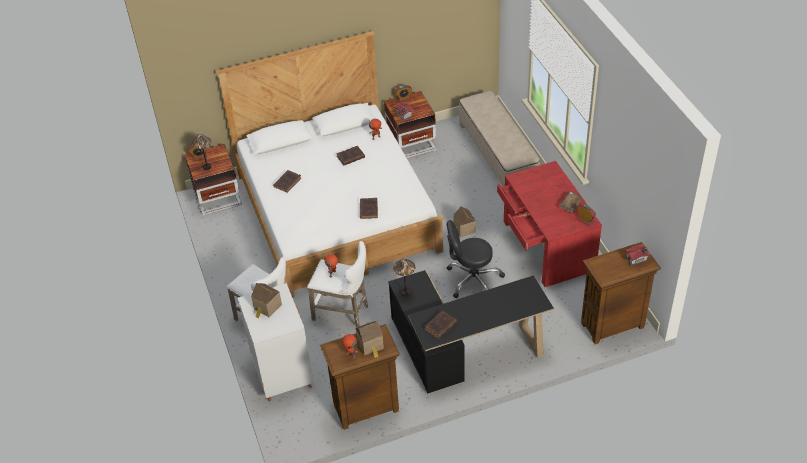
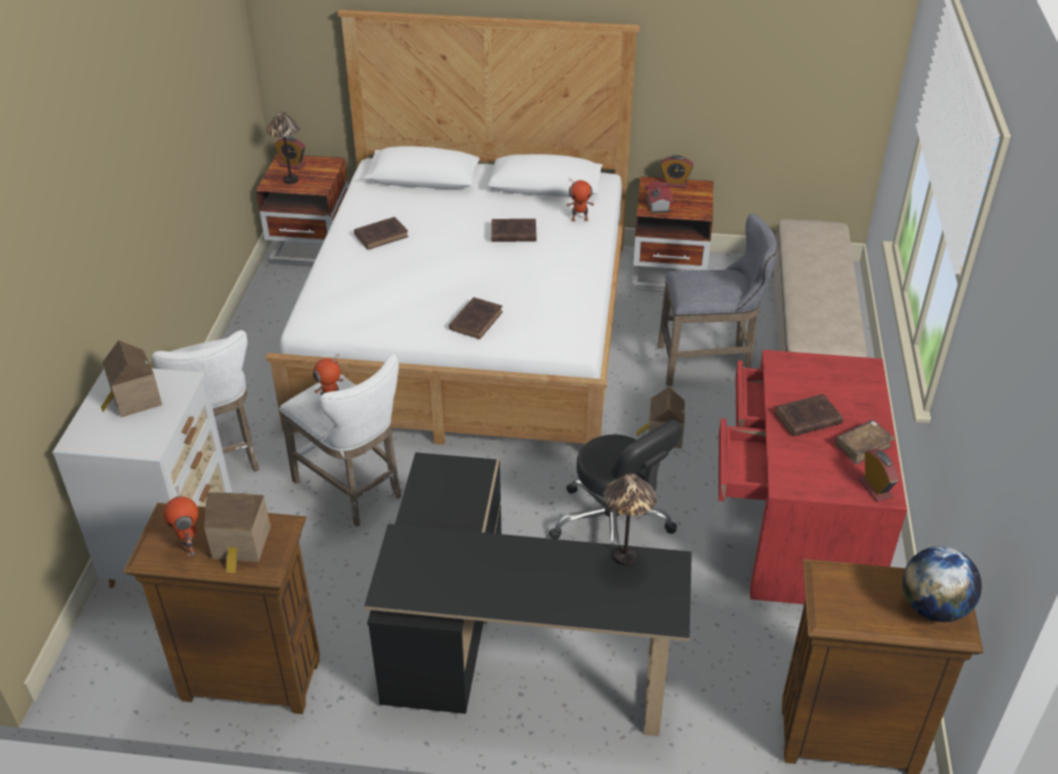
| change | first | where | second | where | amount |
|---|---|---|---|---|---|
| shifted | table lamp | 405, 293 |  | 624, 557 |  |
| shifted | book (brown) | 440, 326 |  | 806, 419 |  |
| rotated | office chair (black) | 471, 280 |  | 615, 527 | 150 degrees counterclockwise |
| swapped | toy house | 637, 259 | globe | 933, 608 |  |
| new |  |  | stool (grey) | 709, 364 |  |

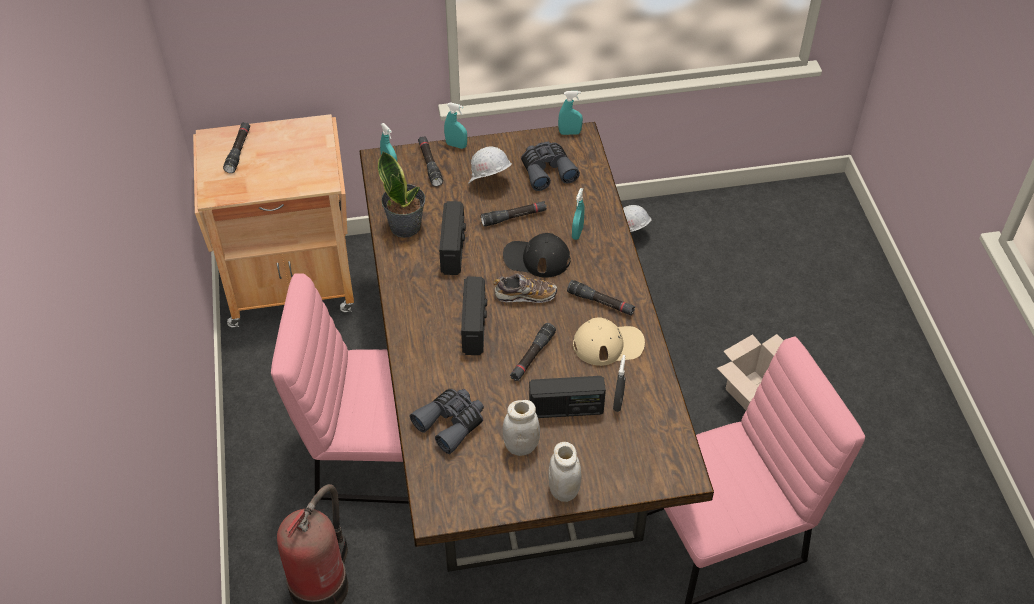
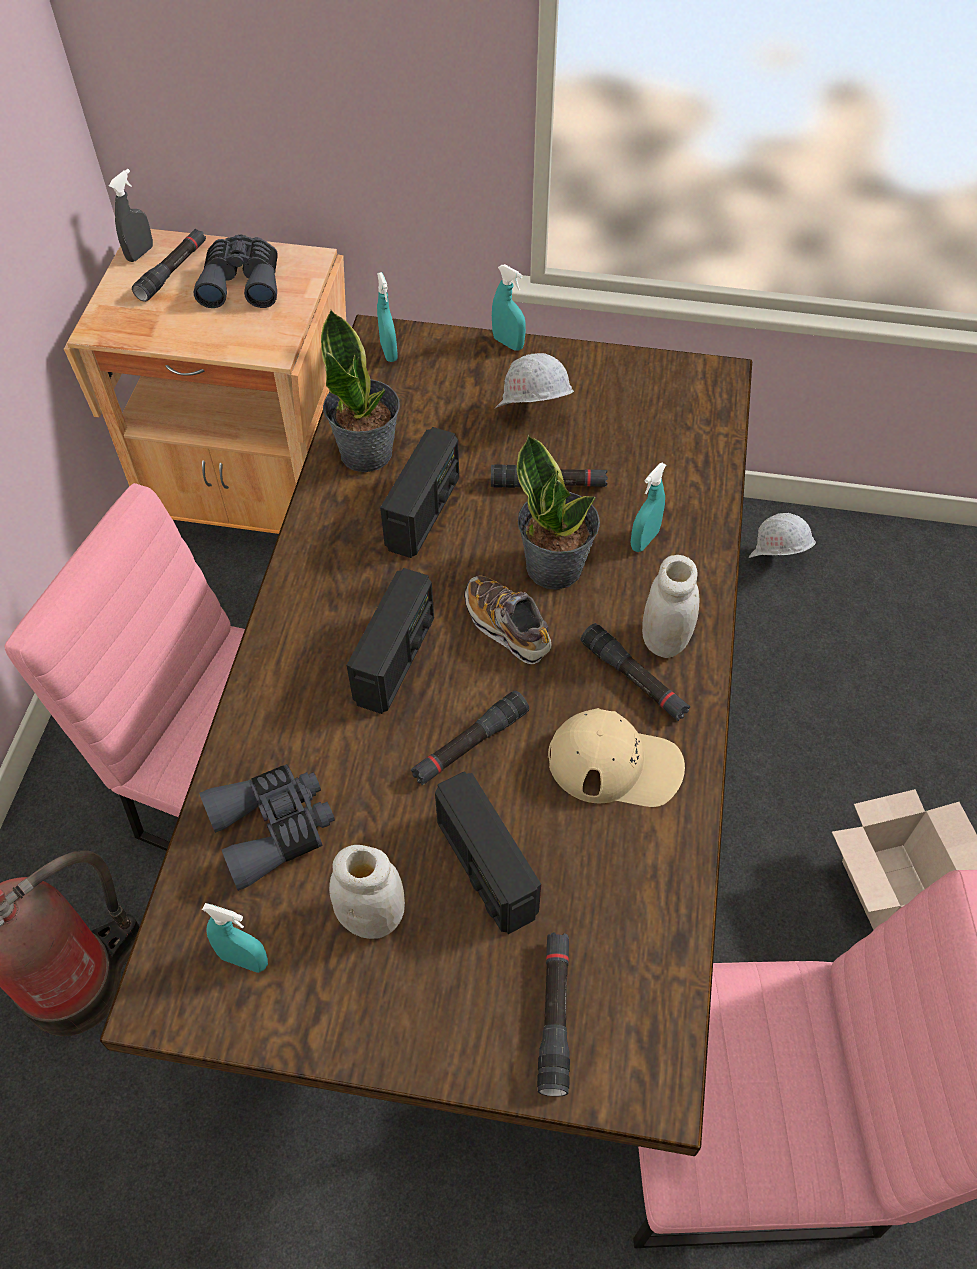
| change | first | where | second | where | amount |
|---|---|---|---|---|---|
| shifted | flashlight (black) | 430, 164 |  | 555, 1016 |  |
| rotated | shoe | 525, 295 |  | 507, 627 | 150 degrees counterclockwise |
| swapped | cap (black) | 536, 258 | potted plant | 555, 566 |  |
| shifted | binoculars (grey) | 547, 170 |  | 242, 282 |  |
| rotated | radio | 566, 409 |  | 485, 868 | 45 degrees clockwise |
| shifted | jar (white) | 563, 490 |  | 664, 640 |  |
| shifted | spray bottle (turquoise) | 569, 133 |  | 244, 960 |  |
| shifted | spray bottle (grey) | 618, 402 |  | 140, 253 |  |

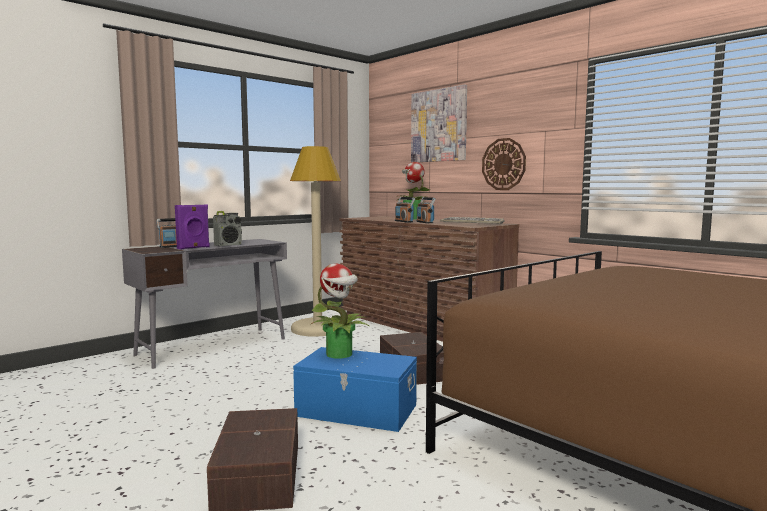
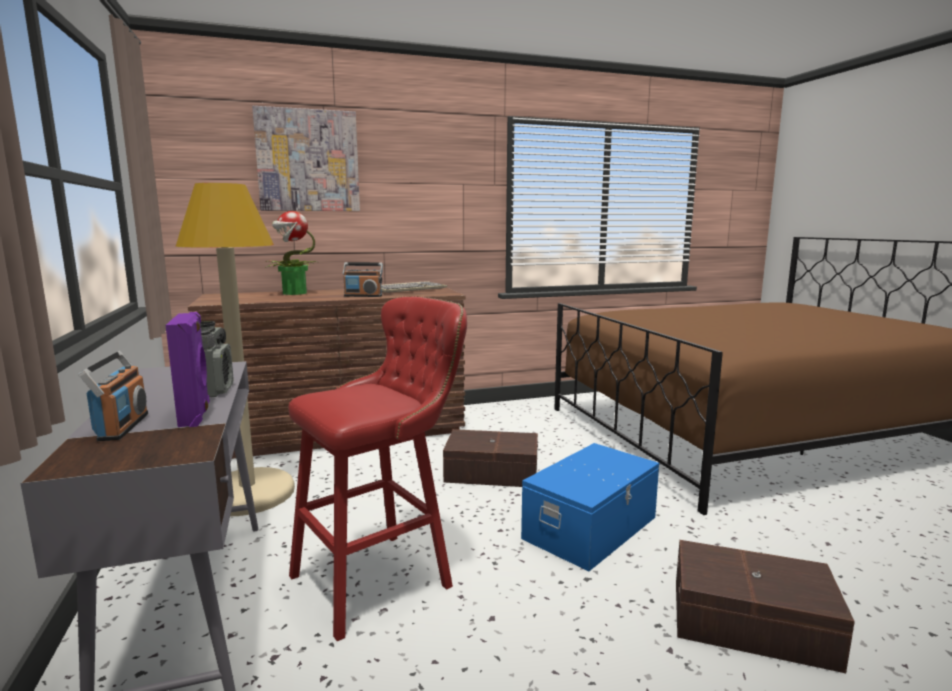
| change | first | where | second | where | amount |
|---|---|---|---|---|---|
| gone | potted plant | 340, 354 |  |  |  |
| gone | radio | 404, 221 |  |  |  |
| gone | wall clock | 503, 164 |  |  |  |
| new |  |  | stool (red) | 387, 574 |  |

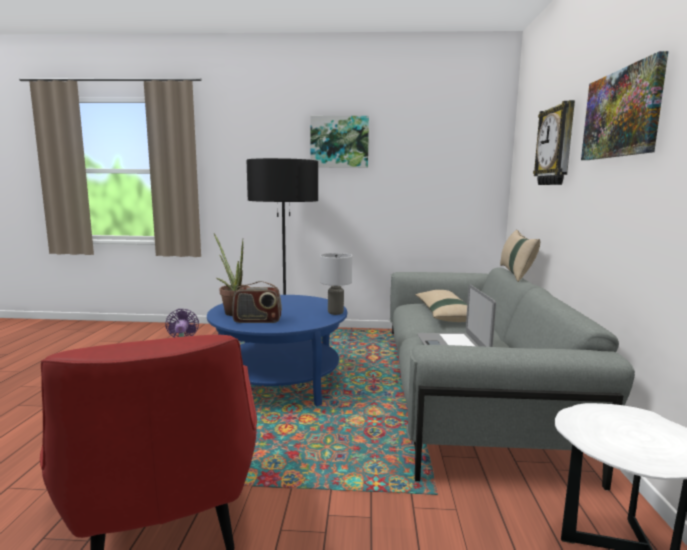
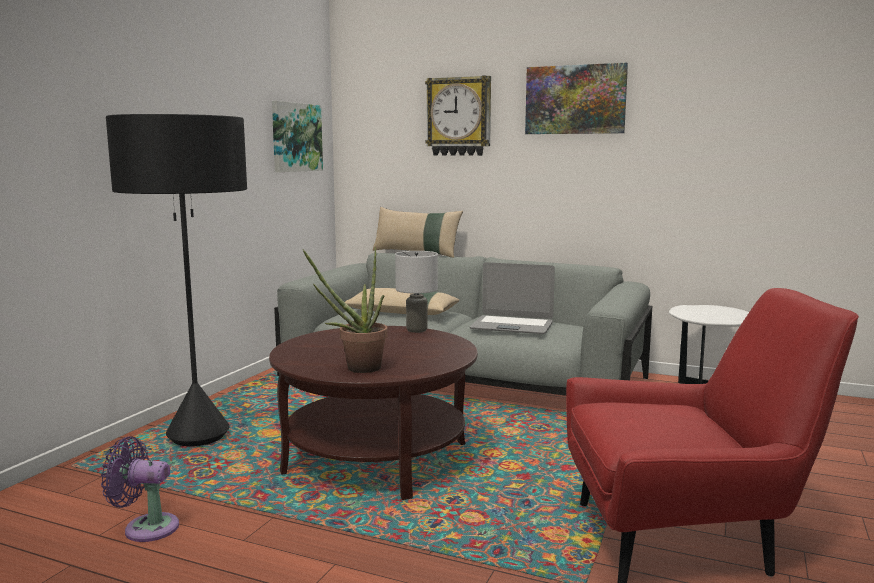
| change | first | where | second | where | amount |
|---|---|---|---|---|---|
| repainted | coffee table (blue) | 279, 383 | coffee table (brown) | 377, 458 |  |
| gone | radio | 257, 321 |  |  |  |
| shifted | picture | 339, 142 |  | 295, 137 |  |

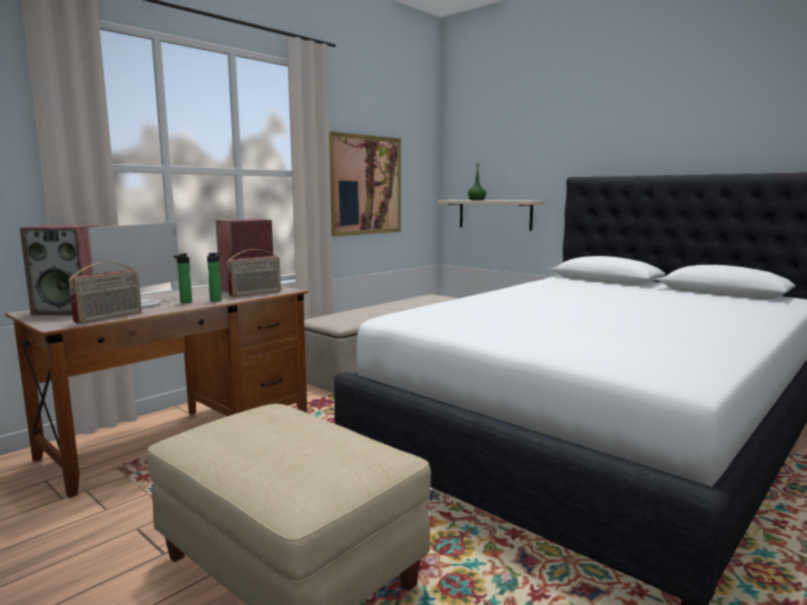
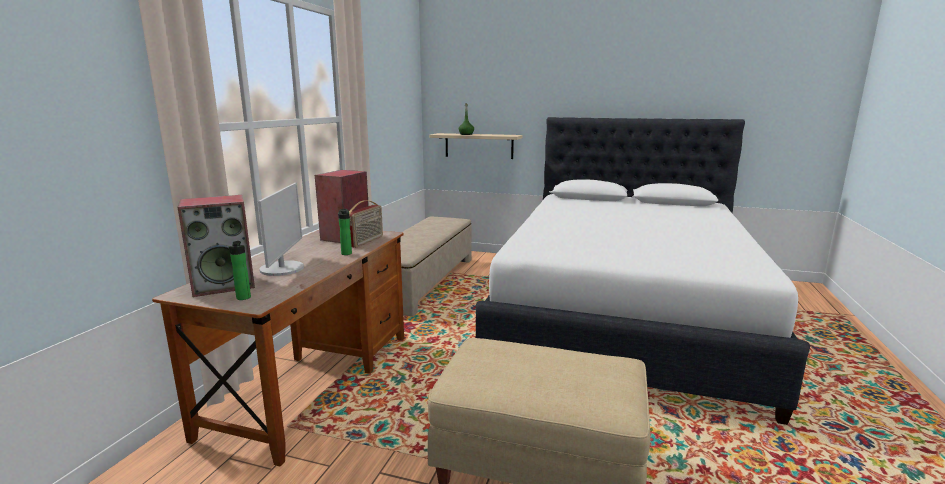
| change | first | where | second | where | amount |
|---|---|---|---|---|---|
| gone | radio | 109, 317 |  |  |  |
| shifted | bottle | 185, 302 |  | 243, 298 |  |
| gone | picture | 364, 185 |  |  |  |

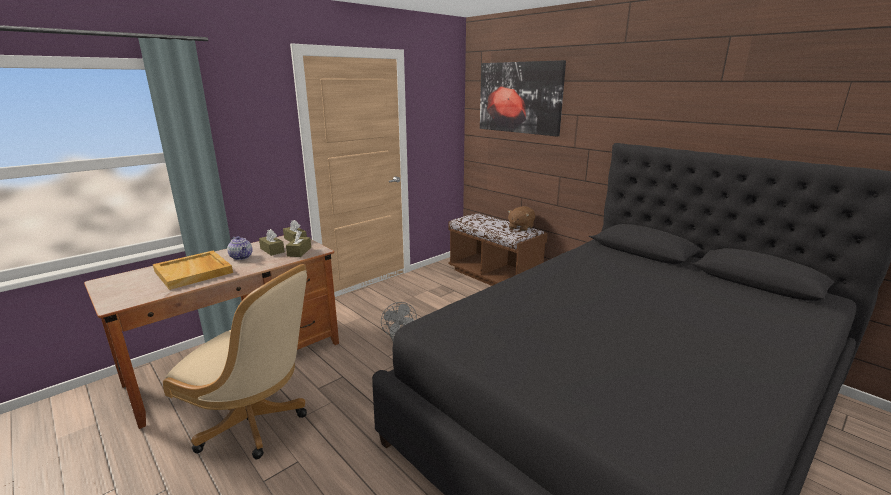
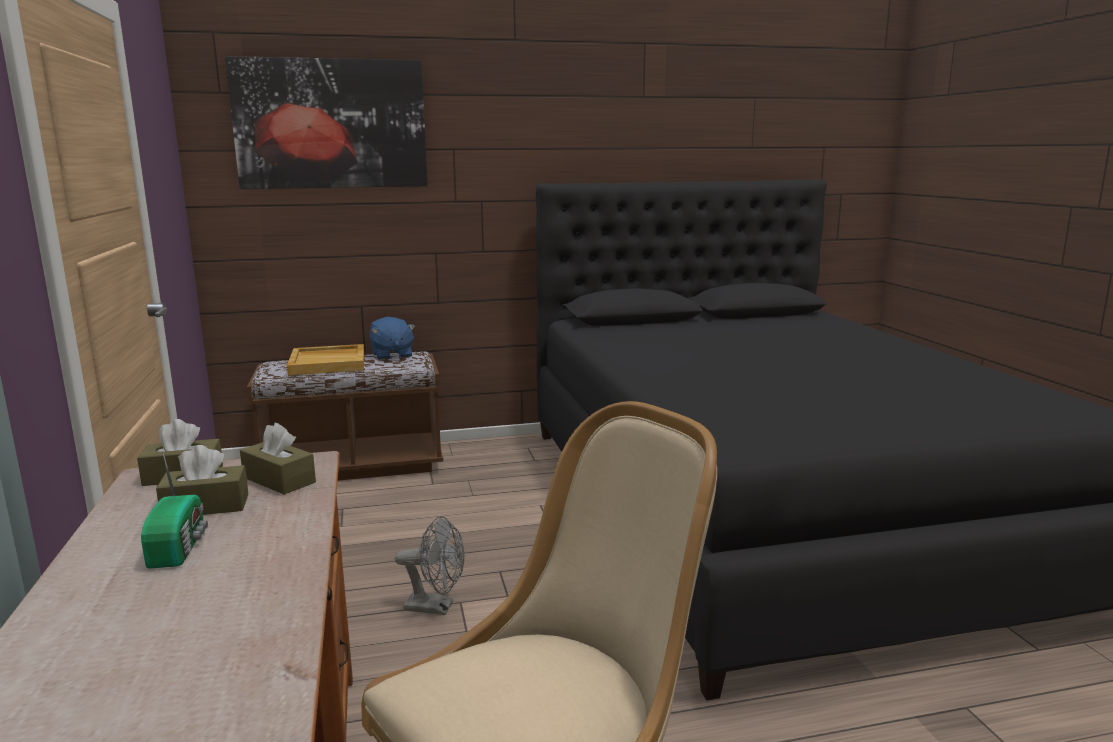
| change | first | where | second | where | amount |
|---|---|---|---|---|---|
| shifted | tray (beige) | 194, 272 |  | 328, 363 |  |
| swapped | teapot | 241, 257 | radio | 180, 546 |  |
| repainted | plush toy (brown) | 520, 227 | plush toy (blue) | 391, 355 |  |

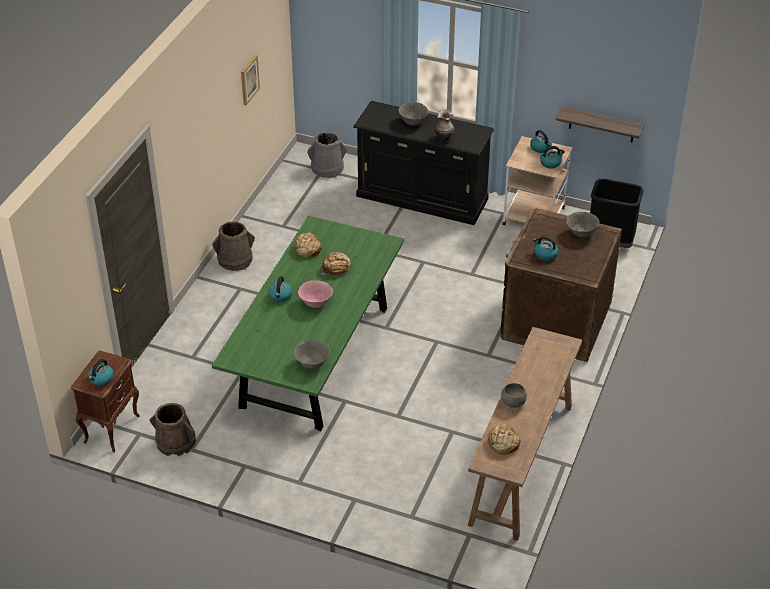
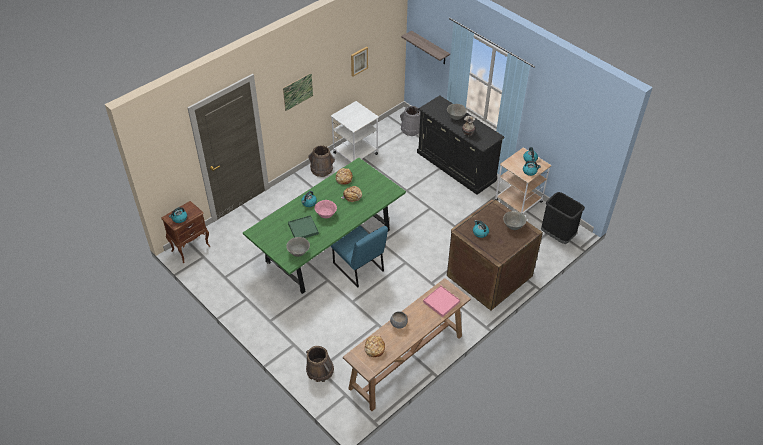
| change | first | where | second | where | amount |
|---|---|---|---|---|---|
| shifted | bucket (brown) | 175, 442 |  | 319, 370 |  |
| shifted | shelf | 601, 124 |  | 430, 48 |  |
| new |  |  | picture | 298, 91 |  |
| new |  |  | tray (green) | 303, 229 |  |
| new |  |  | cart (white) | 356, 153 |  |
| new |  |  | chair (blue) | 359, 268 |  |
| new |  |  | tray (pink) | 441, 302 |  |

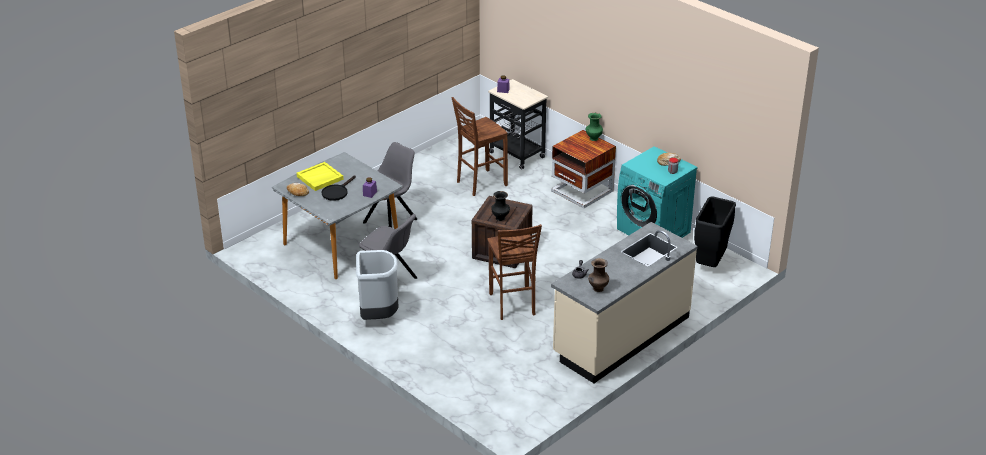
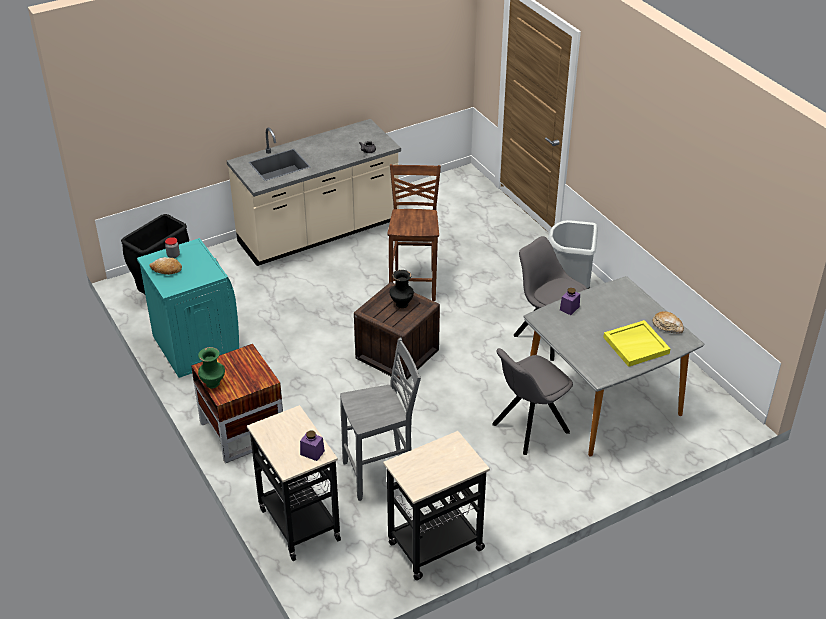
| change | first | where | second | where | amount |
|---|---|---|---|---|---|
| gone | frying pan (black) | 337, 192 |  |  |  |
| repainted | stool (brown) | 480, 183 | stool (grey) | 381, 474 |  |
| gone | vase (brown) | 598, 289 |  |  |  |
| new |  |  | cart | 435, 548 |  |

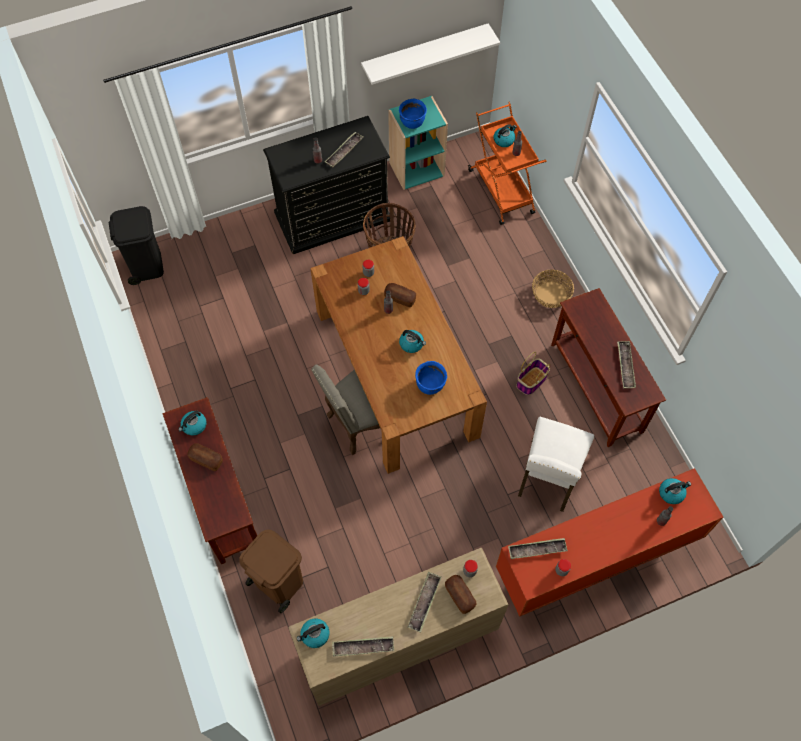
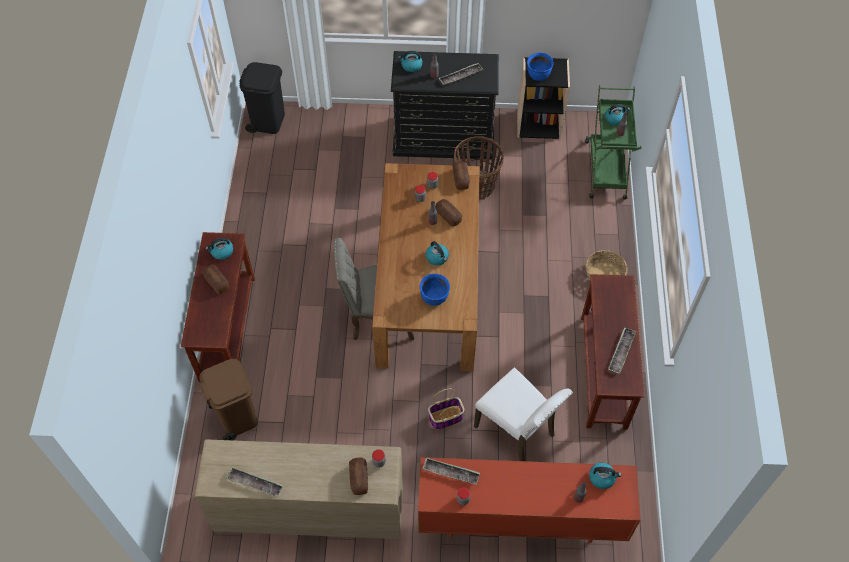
| change | first | where | second | where | amount |
|---|---|---|---|---|---|
| shifted | kettle | 314, 635 |  | 411, 66 |  |
| gone | shelf (white) | 425, 52 |  |  |  |
| repainted | bookcase (turquoise) | 417, 168 | bookcase (black) | 539, 124 |  |
| gone | tray | 424, 602 |  |  |  |
| repainted | cart (orange) | 501, 192 | cart (green) | 605, 171 |  |
| shifted | basket | 531, 382 |  | 445, 418 |  |
| rotated | chair (white) | 548, 477 |  | 517, 431 | 90 degrees counterclockwise |
| new |  |  | bread | 460, 179 |  |

